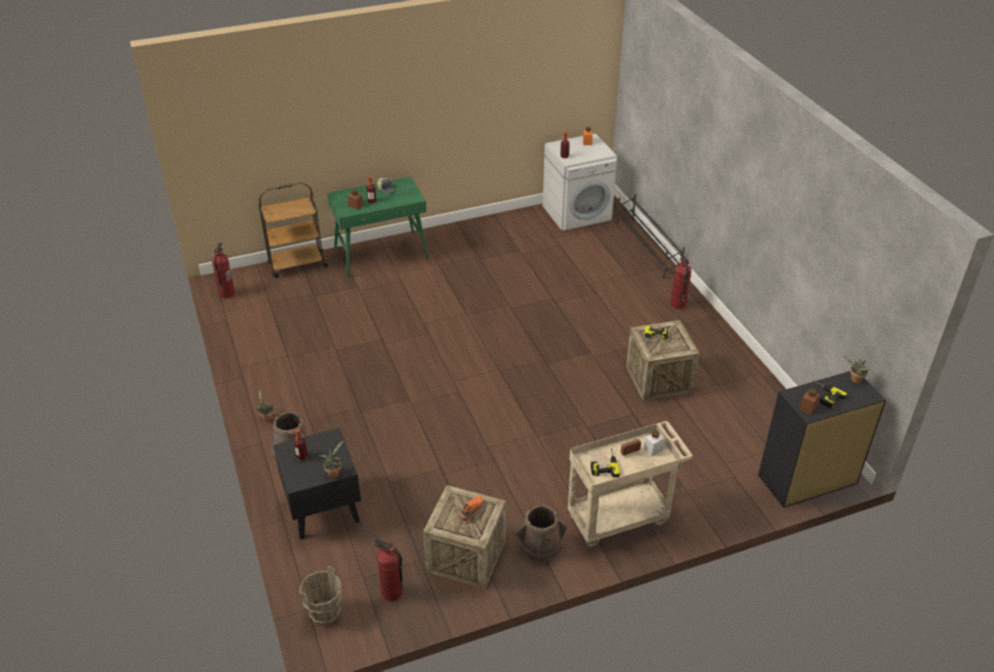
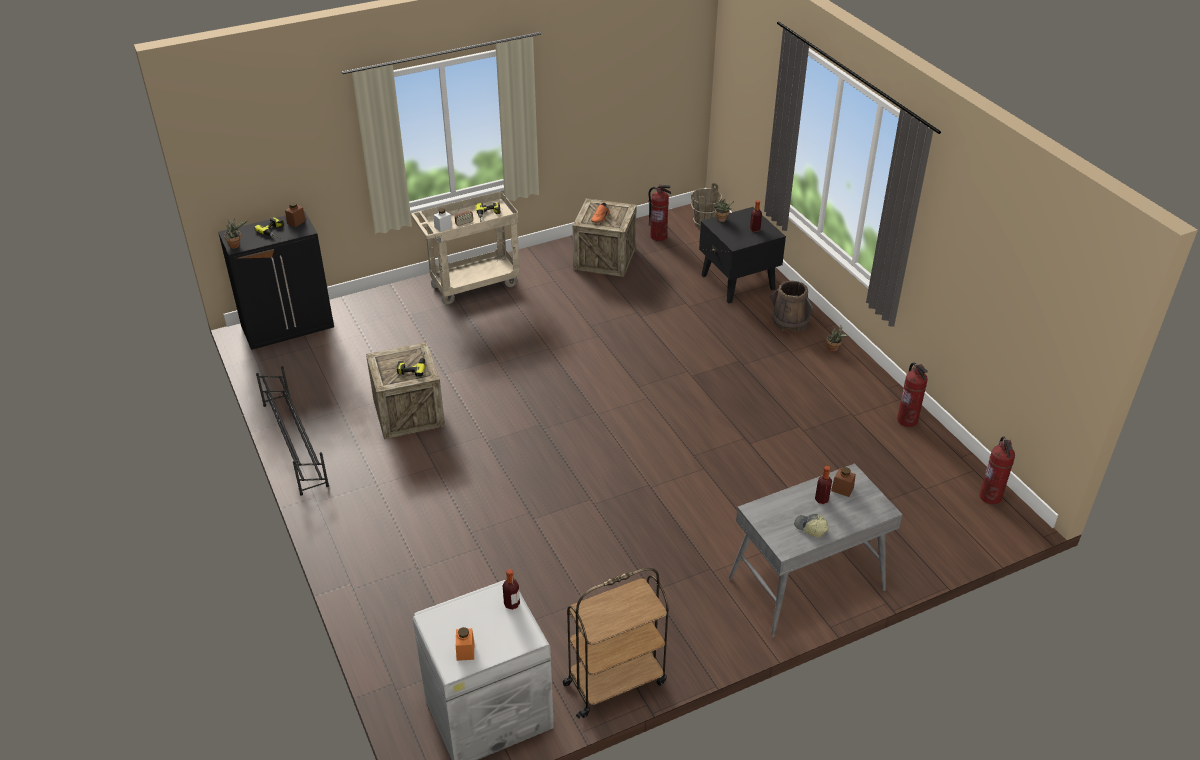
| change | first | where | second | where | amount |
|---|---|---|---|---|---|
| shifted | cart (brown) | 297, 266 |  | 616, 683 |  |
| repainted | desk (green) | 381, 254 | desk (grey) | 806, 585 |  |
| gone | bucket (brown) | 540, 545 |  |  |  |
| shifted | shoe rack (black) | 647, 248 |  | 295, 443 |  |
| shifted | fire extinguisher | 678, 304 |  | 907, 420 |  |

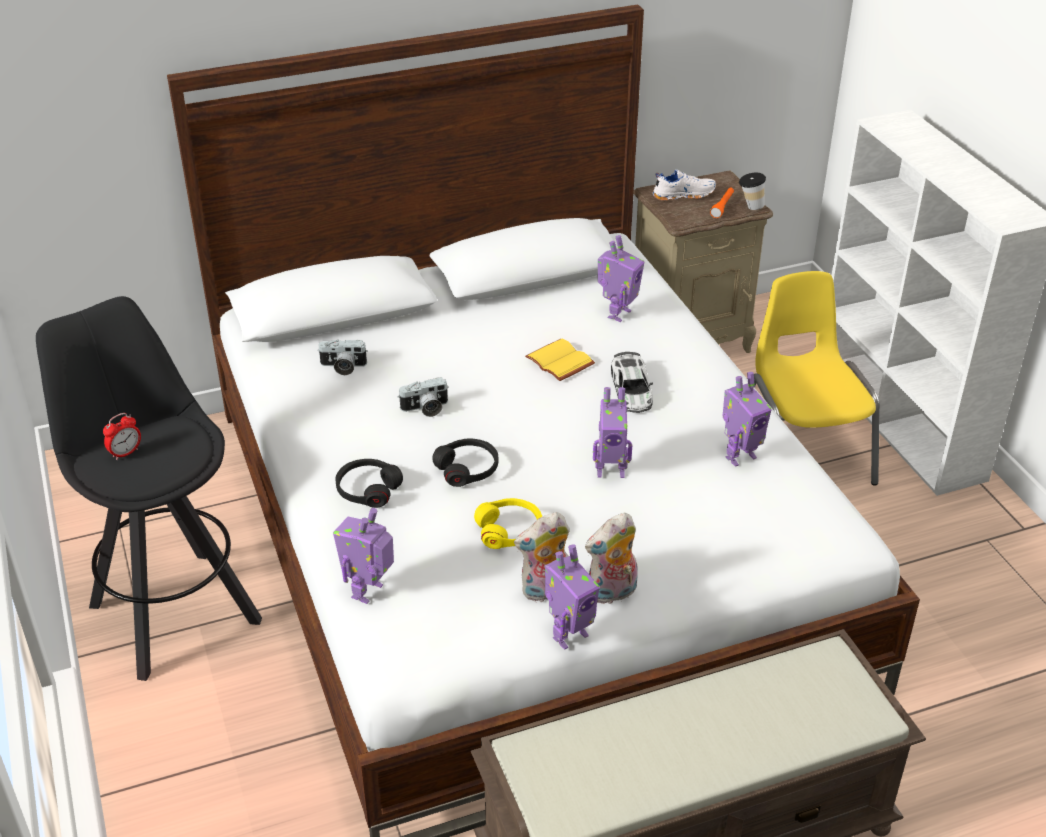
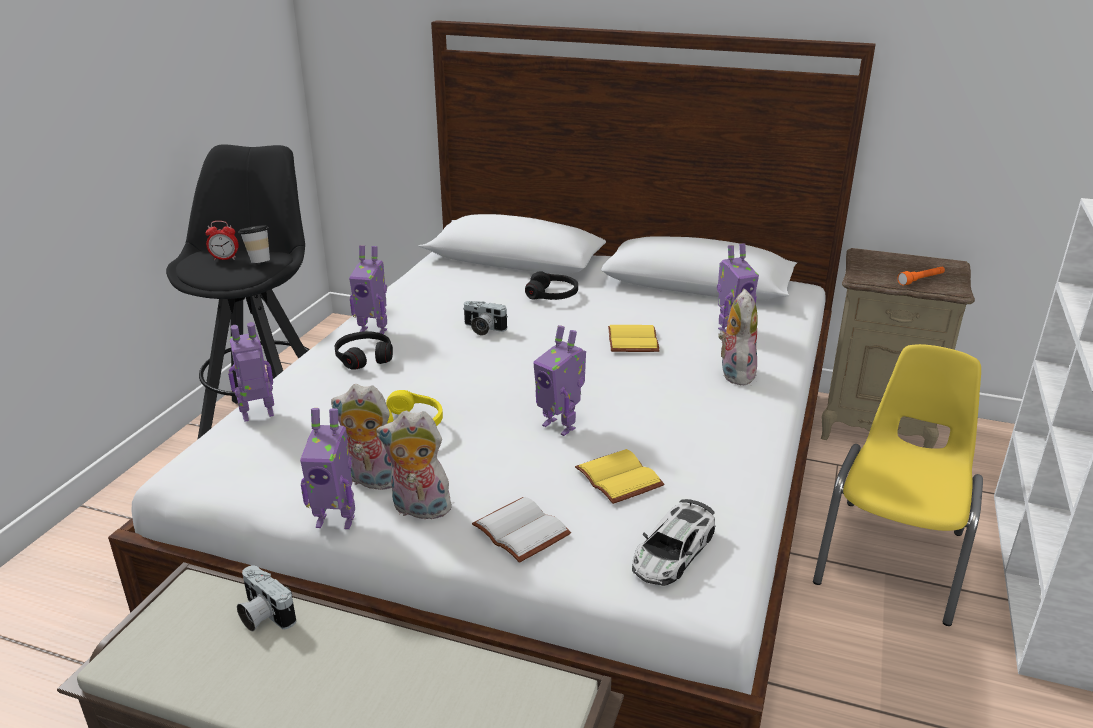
| change | first | where | second | where | amount |
|---|---|---|---|---|---|
| shifted | photo camera | 342, 367 |  | 263, 615 |  |
| shifted | headphones (black) | 467, 469 |  | 552, 295 |  |
| shifted | toy car | 631, 389 |  | 672, 551 |  |
| gone | shoe (white) | 683, 194 |  |  |  |
| shifted | toy robot | 739, 456 |  | 373, 330 |  |
| shifted | cup | 750, 206 |  | 258, 261 |  |
| new |  |  | book (white) | 518, 531 |  |
| new |  |  | book (yellow) | 621, 478 |  |
| new |  |  | plush toy | 734, 373 |  |

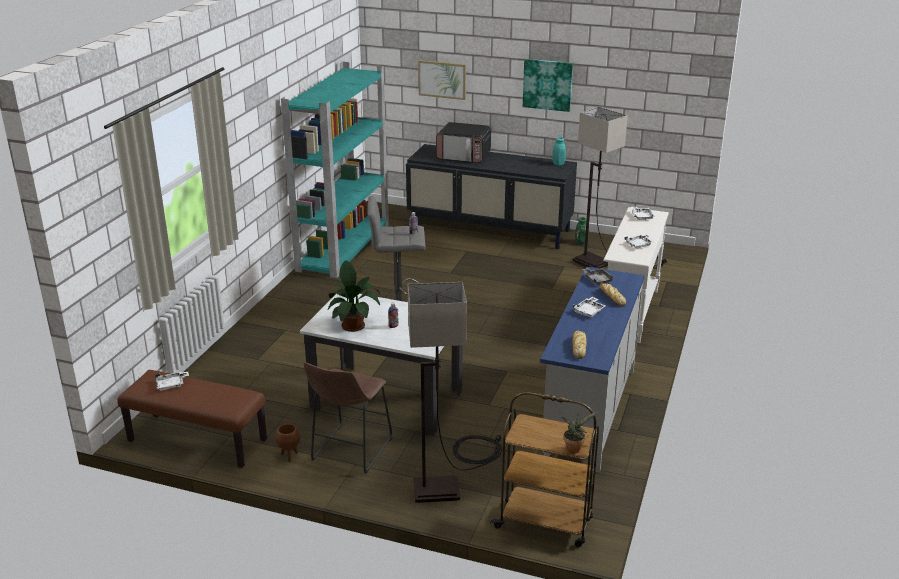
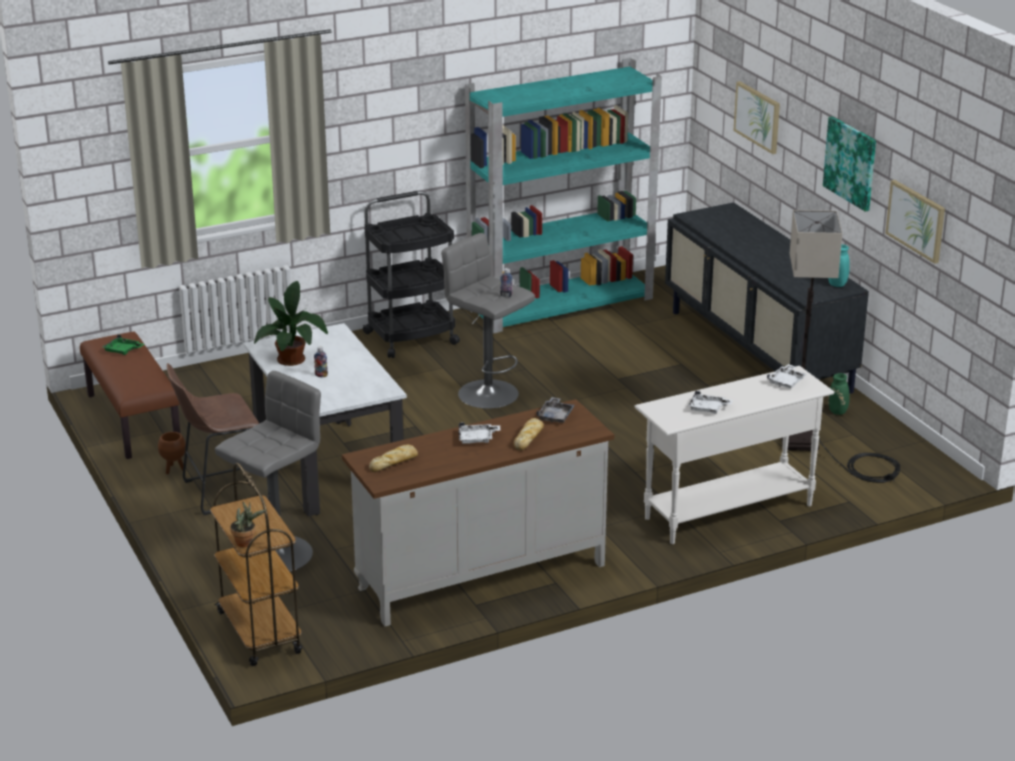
| change | first | where | second | where | amount |
|---|---|---|---|---|---|
| repainted | tray (white) | 171, 385 | tray (green) | 123, 350 |  |
| swapped | floor lamp | 460, 469 | stool (grey) | 278, 554 |  |
| gone | microwave | 464, 156 |  |  |  |
| repainted | dresser (blue) | 588, 413 | dresser (brown) | 479, 575 |  |
| new |  |  | cart (black) | 411, 338 |  |
| new |  |  | picture | 916, 220 |  |

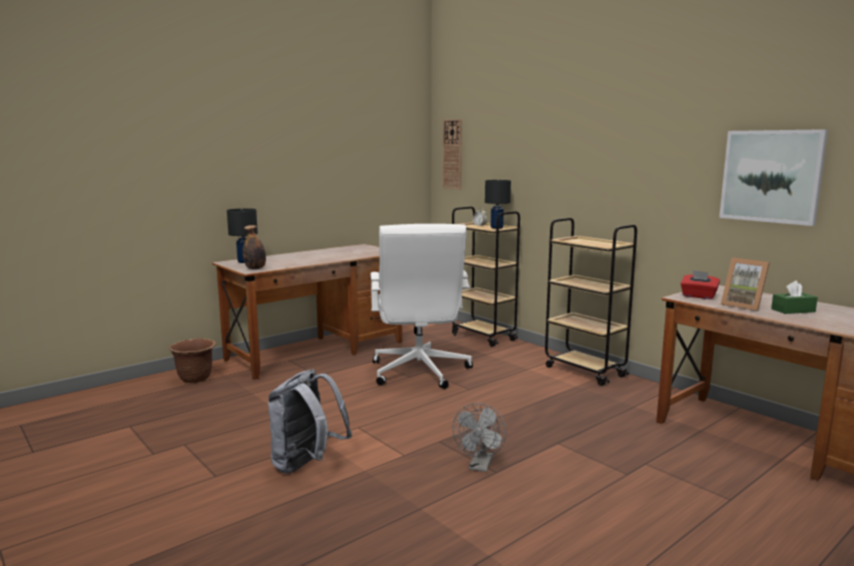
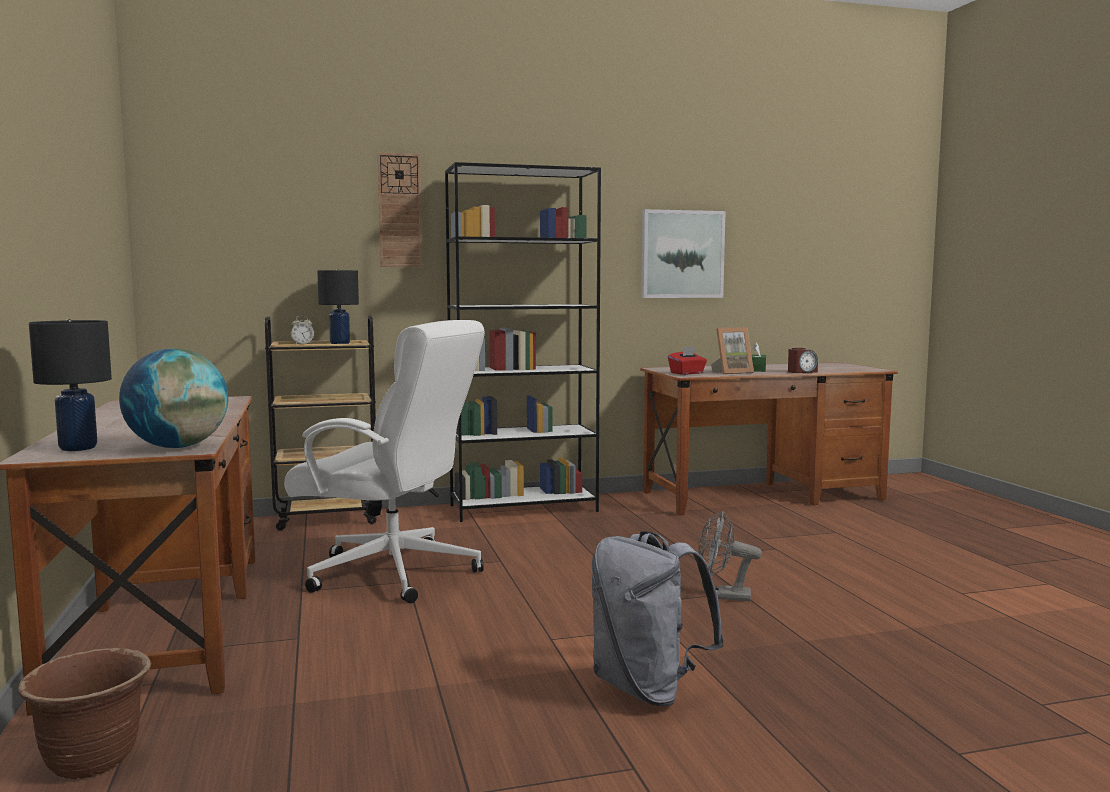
| change | first | where | second | where | amount |
|---|---|---|---|---|---|
| swapped | bottle | 255, 268 | globe | 178, 447 |  |
| shifted | wall clock | 452, 154 |  | 400, 210 |  |
| rotated | fan (grey) | 480, 466 |  | 723, 596 | 150 degrees clockwise |
| swapped | cart (brown) | 586, 372 | bookcase (white) | 524, 508 |  |
| new |  |  | alarm clock | 802, 372 |  |

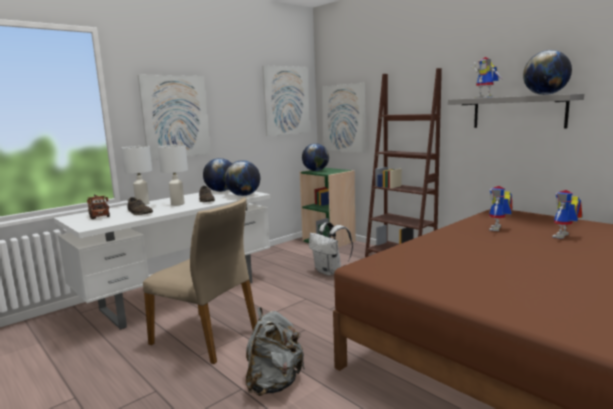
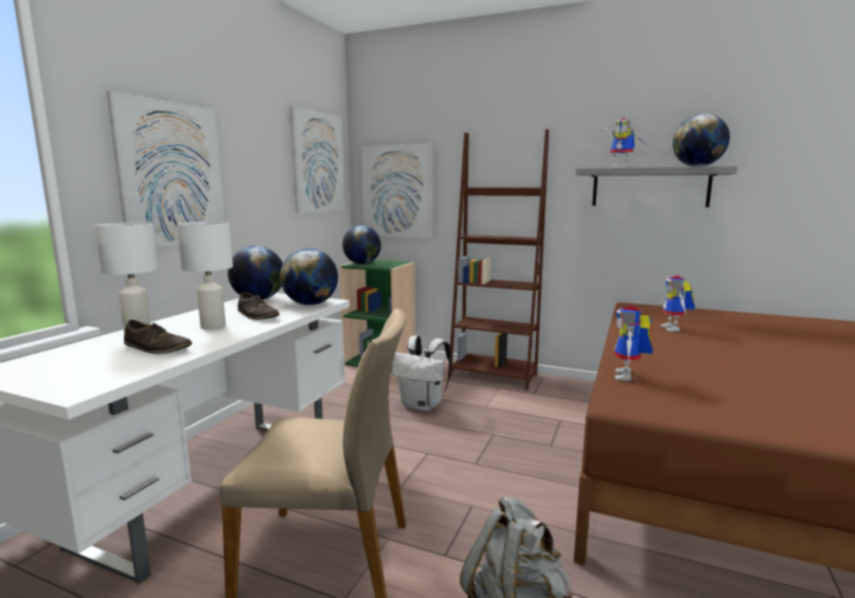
| change | first | where | second | where | amount |
|---|---|---|---|---|---|
| gone | toy truck | 99, 215 |  |  |  |
| shifted | toy robot | 563, 237 |  | 629, 377 |  |

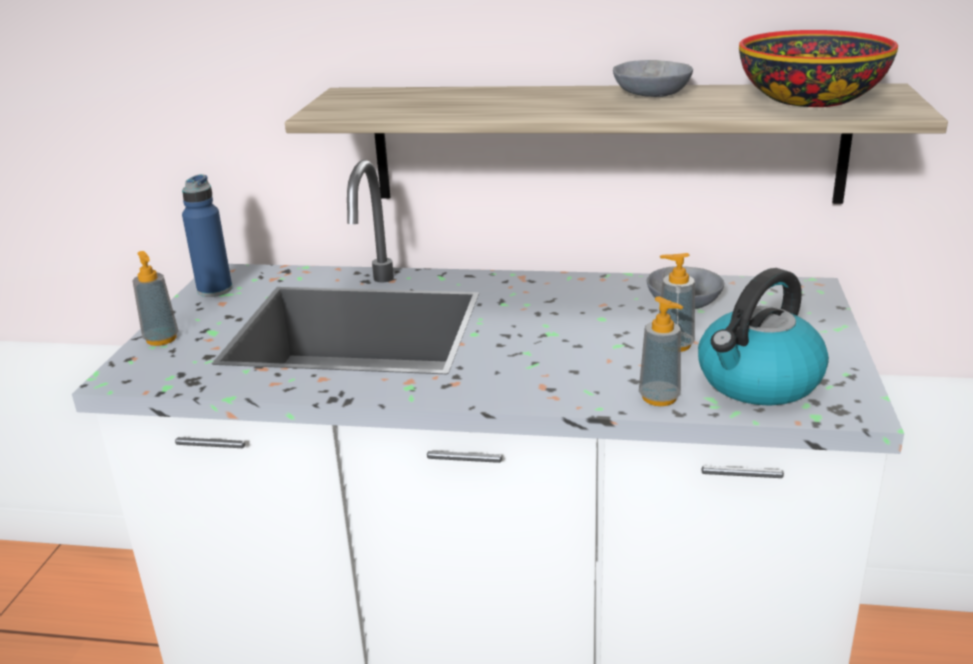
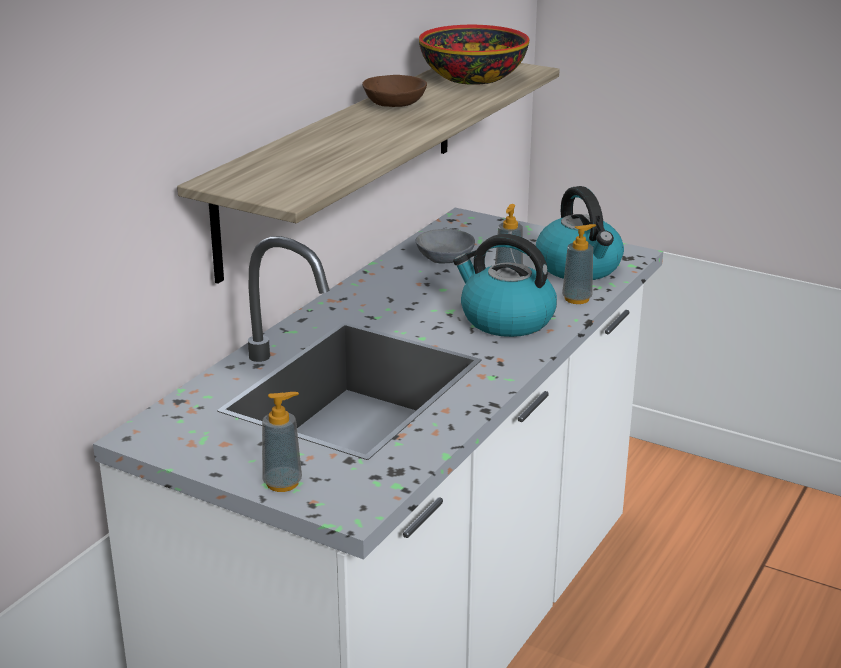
| change | first | where | second | where | amount |
|---|---|---|---|---|---|
| gone | bottle (blue) | 215, 290 |  |  |  |
| repainted | bowl (grey) | 650, 94 | bowl (brown) | 395, 104 |  |
| new |  |  | kettle | 505, 320 |  |

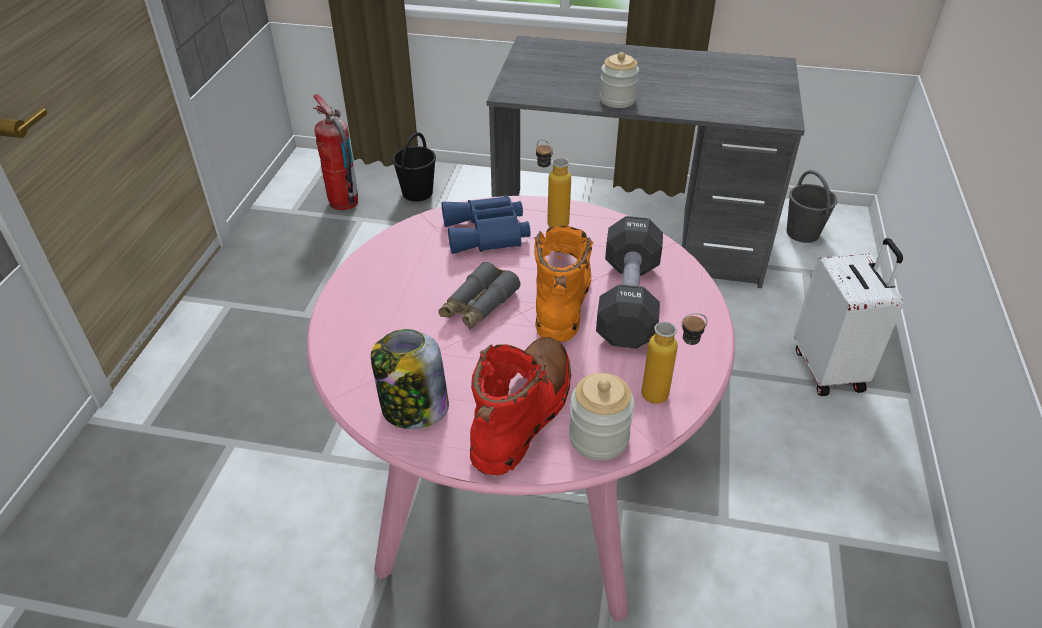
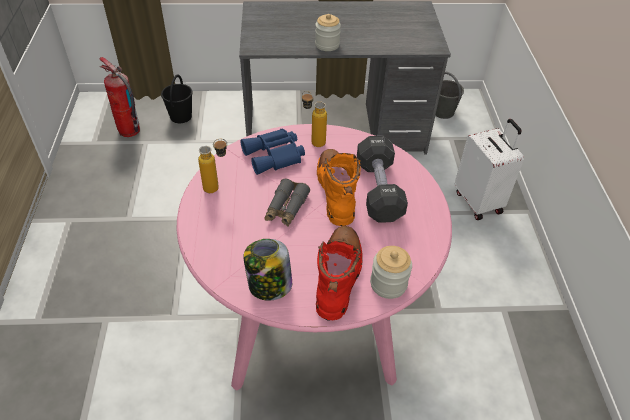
| change | first | where | second | where | amount |
|---|---|---|---|---|---|
| shifted | bottle | 666, 395 |  | 217, 187 |  |

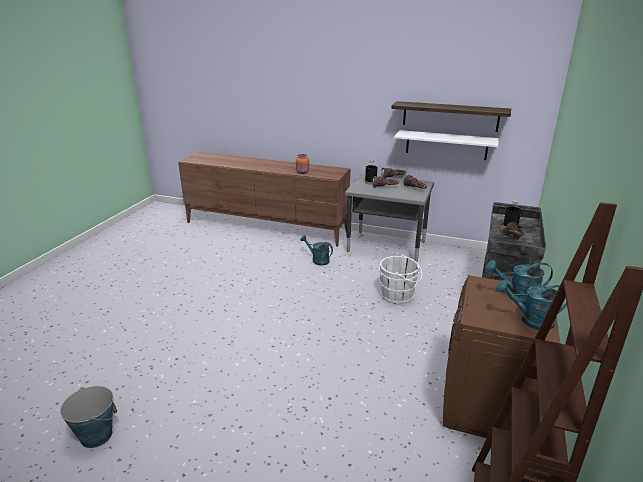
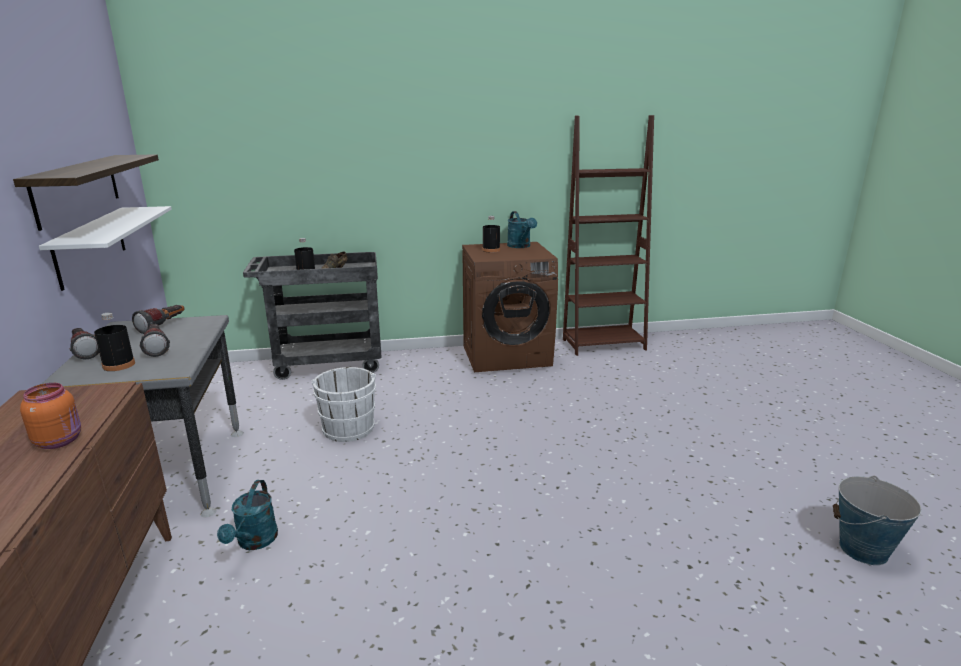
| change | first | where | second | where | amount |
|---|---|---|---|---|---|
| swapped | watering can (turquoise) | 517, 297 | bottle (black) | 491, 250 |  |

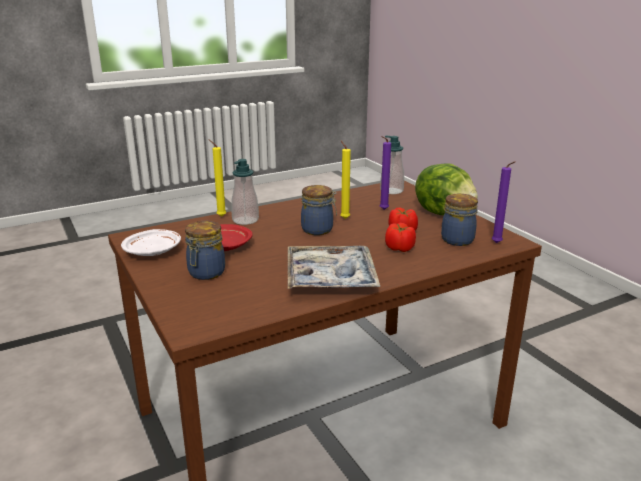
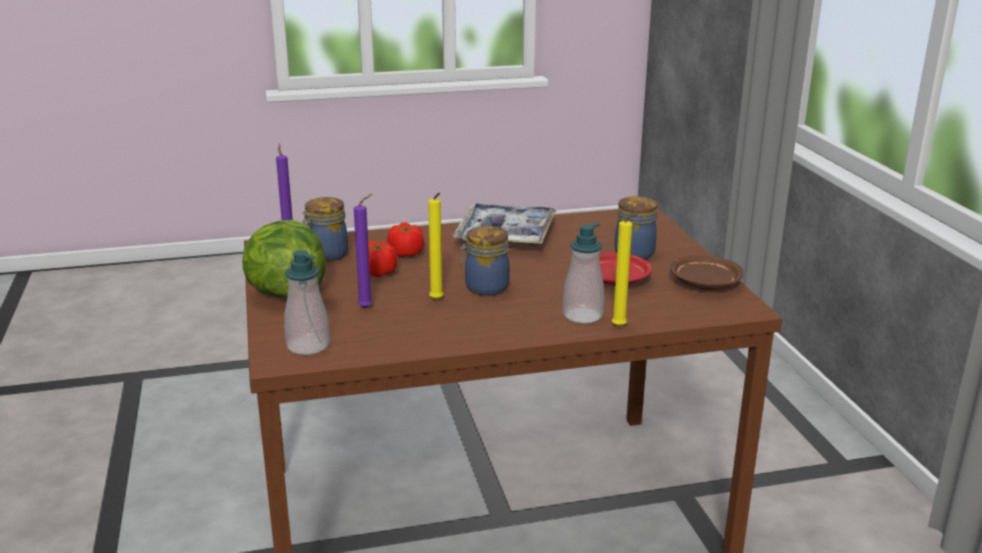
| change | first | where | second | where | amount |
|---|---|---|---|---|---|
| repainted | plate (white) | 153, 251 | plate (brown) | 704, 283 |  |

